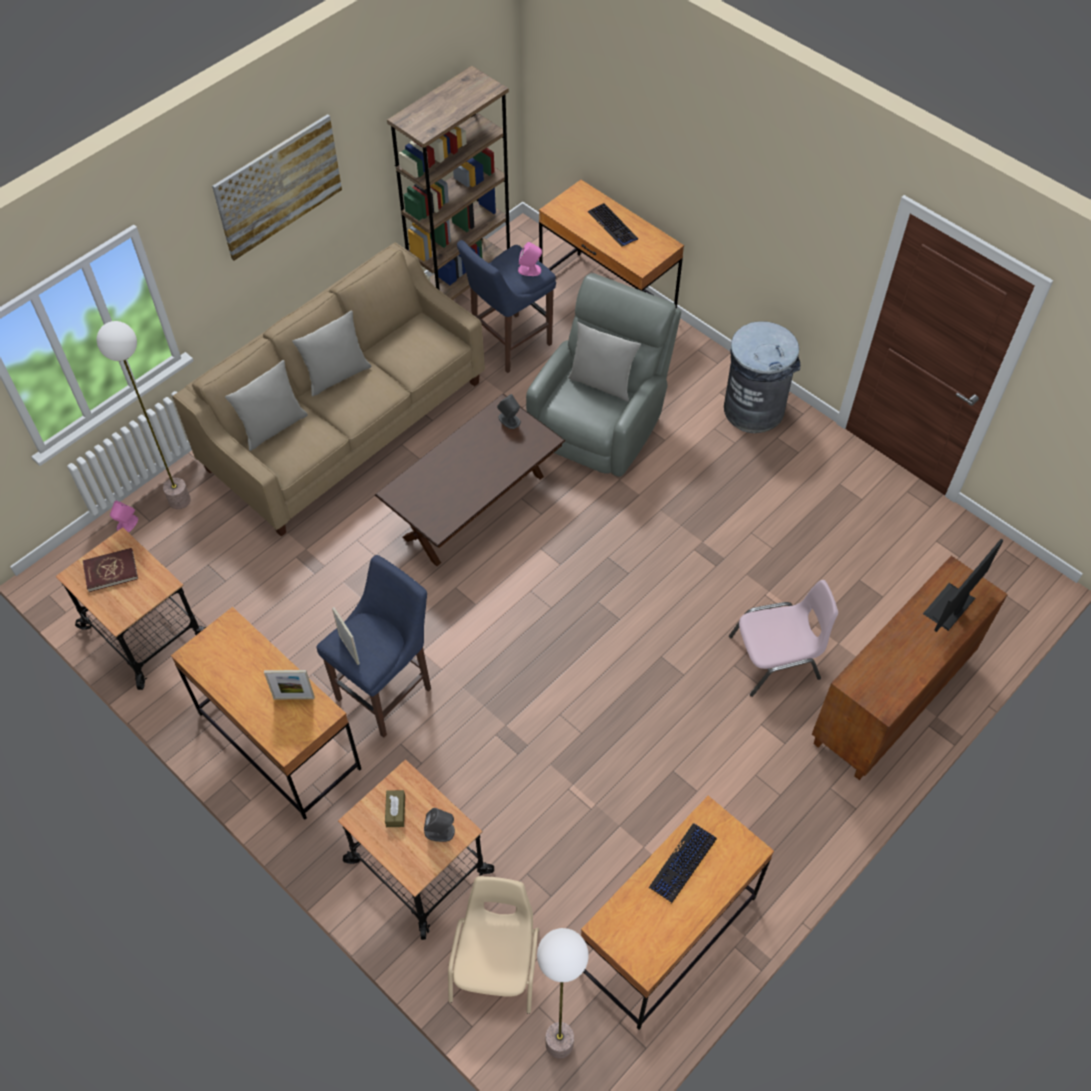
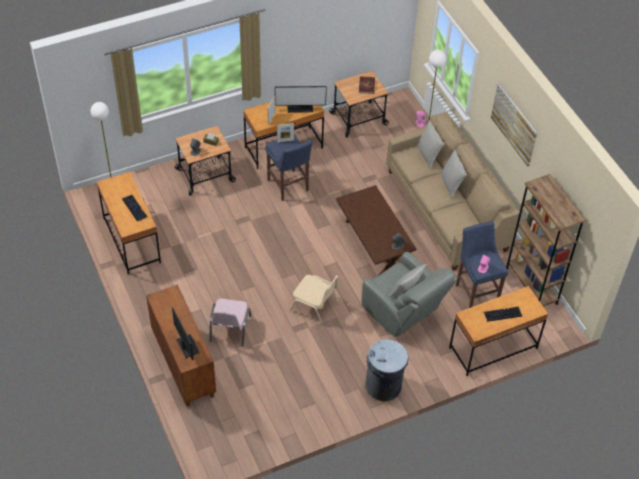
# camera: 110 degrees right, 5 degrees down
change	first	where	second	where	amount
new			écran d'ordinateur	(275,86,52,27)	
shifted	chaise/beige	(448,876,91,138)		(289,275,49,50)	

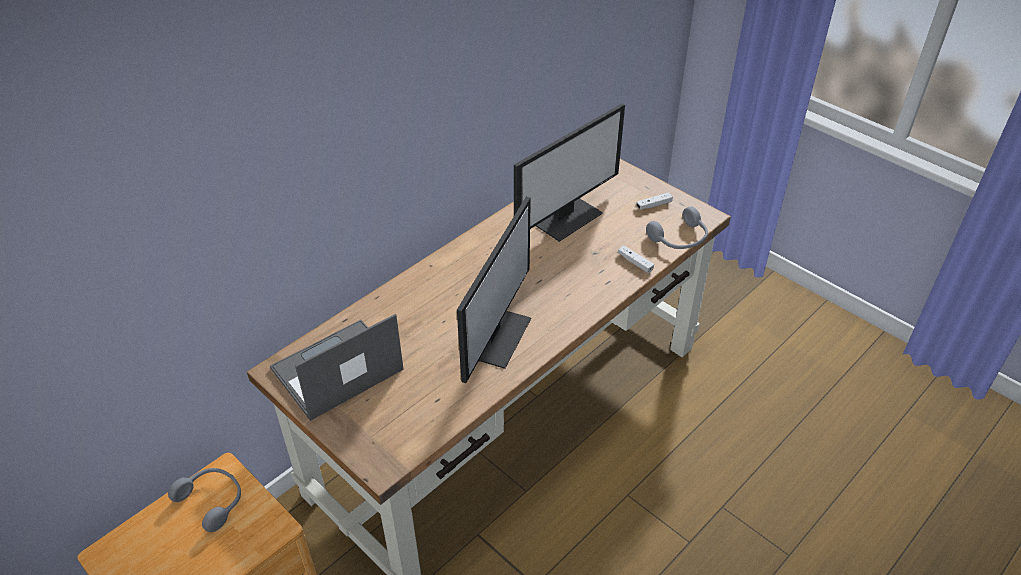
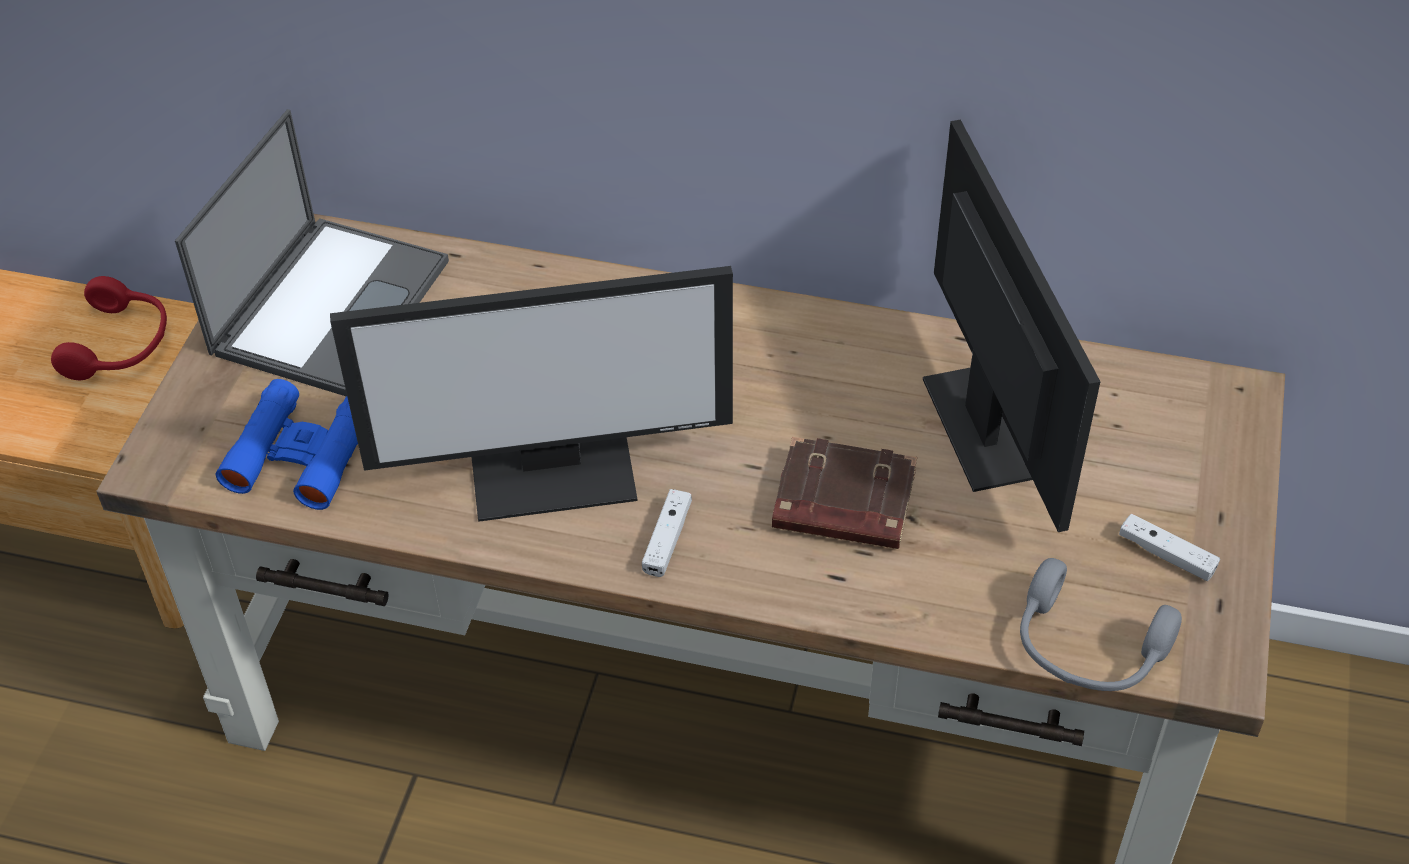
# camera: 60 degrees right, 5 degrees up
change	first	where	second	where	amount
repainted	casque audio/gris	(168,468,73,64)	casque audio/rouge	(51,276,116,104)	
rotated	ordinateur portable	(270,314,134,107)		(175,109,274,287)	90 degrees clockwise
new			jumelles/bleu	(216,379,142,131)	
shifted	manette/blanc	(618,246,36,27)		(642,489,50,88)	
new			livre/marron	(772,437,145,112)	
rotated	écran d'ordinateur	(514,104,111,138)		(923,119,178,413)	120 degrees counterclockwise

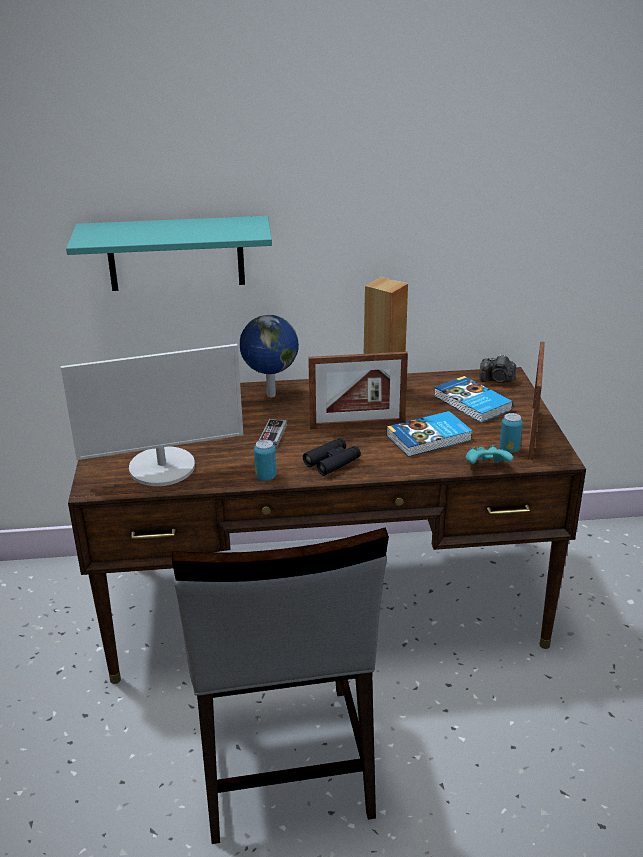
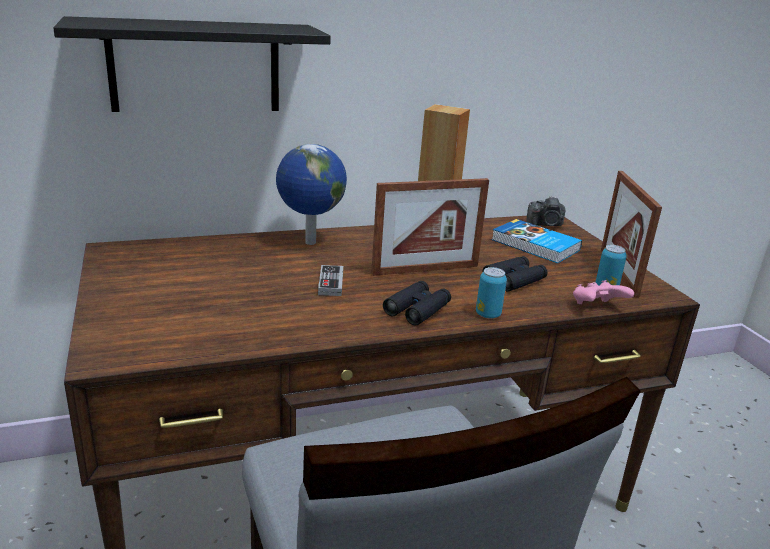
# camera: 15 degrees left, 5 degrees down
change	first	where	second	where	amount
repainted	étagère/turquoise	(66,216,206,75)	étagère/noir	(53,16,278,96)	
shifted	boîte métallique	(254,439,22,42)		(476,267,31,52)	
swapped	livre	(386,411,86,46)	jumelles/noir	(482,256,65,35)	
repainted	manette/turquoise	(466,446,47,18)	manette/rose	(573,280,61,24)	
gone	écran d'ordinateur	(61,344,182,142)			

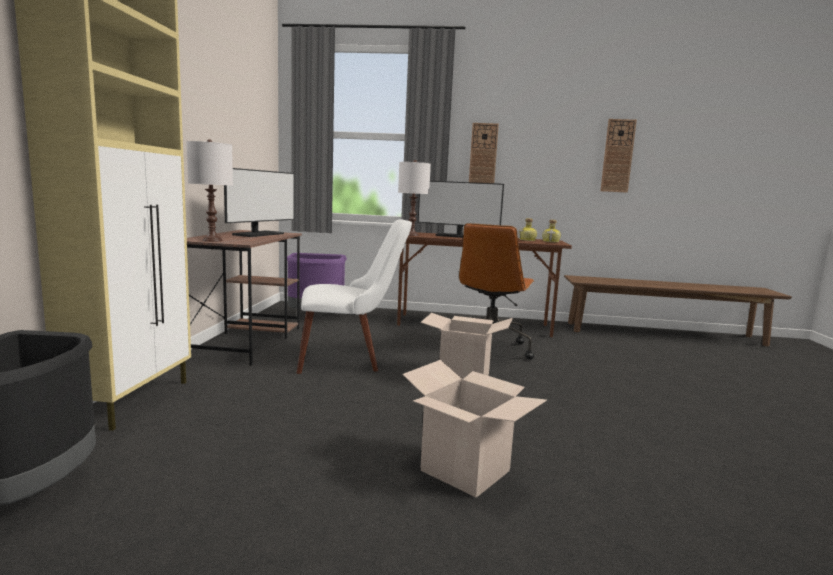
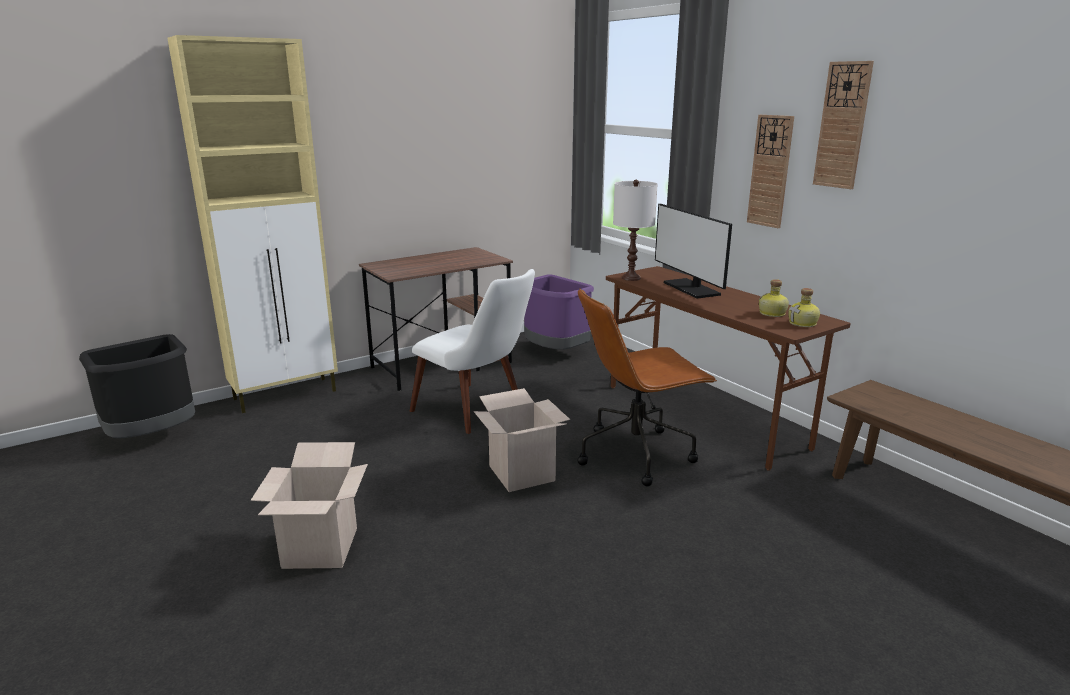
# camera: 50 degrees right, 10 degrees up
change	first	where	second	where	amount
shifted	horloge murale	(600,119,37,74)		(813,61,61,128)	
gone	lampe de table/blanc	(186,139,47,103)			
gone	écran d'ordinateur	(224,168,70,69)			

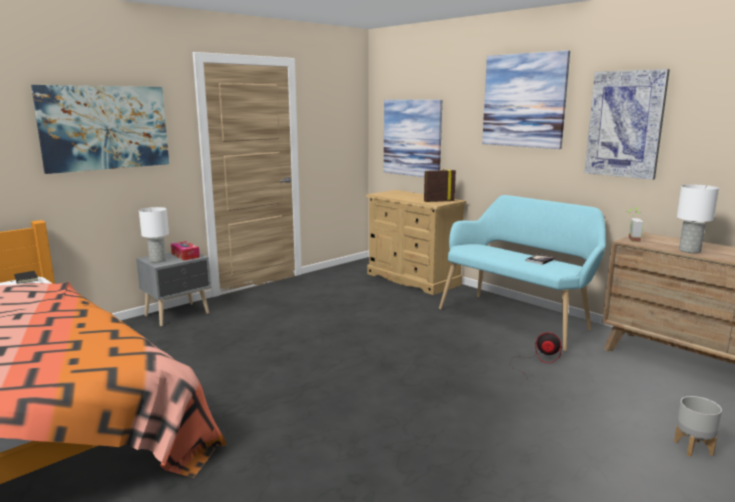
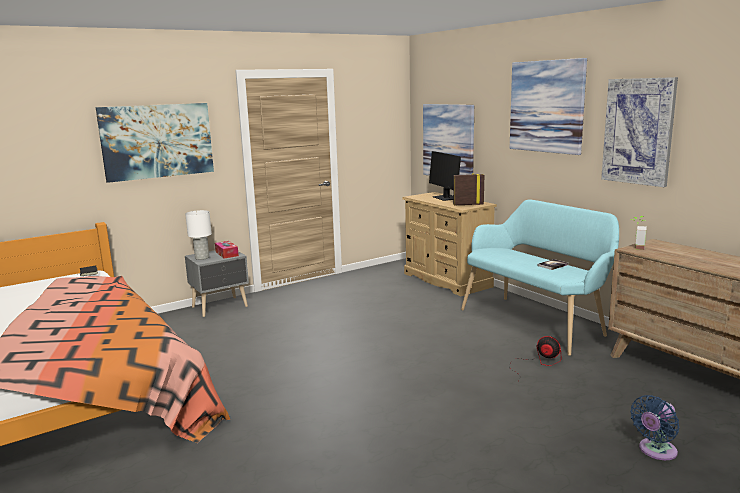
# camera: 10 degrees right, 0 degrees up
change	first	where	second	where	amount
new			écran d'ordinateur	(429,151,32,50)	
swapped	cache-pot/gris	(674,396,48,60)	ventilateur/bleu	(630,395,49,65)	
gone	lampe de table/blanc	(677,184,42,69)			

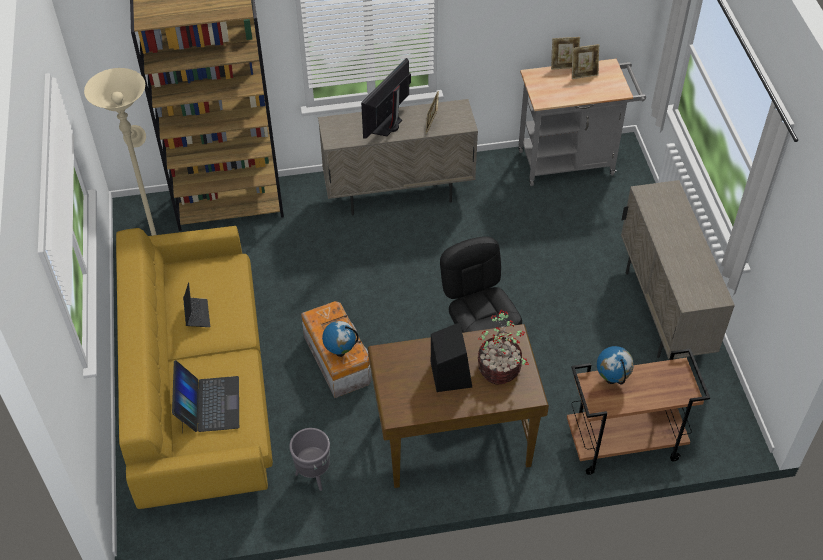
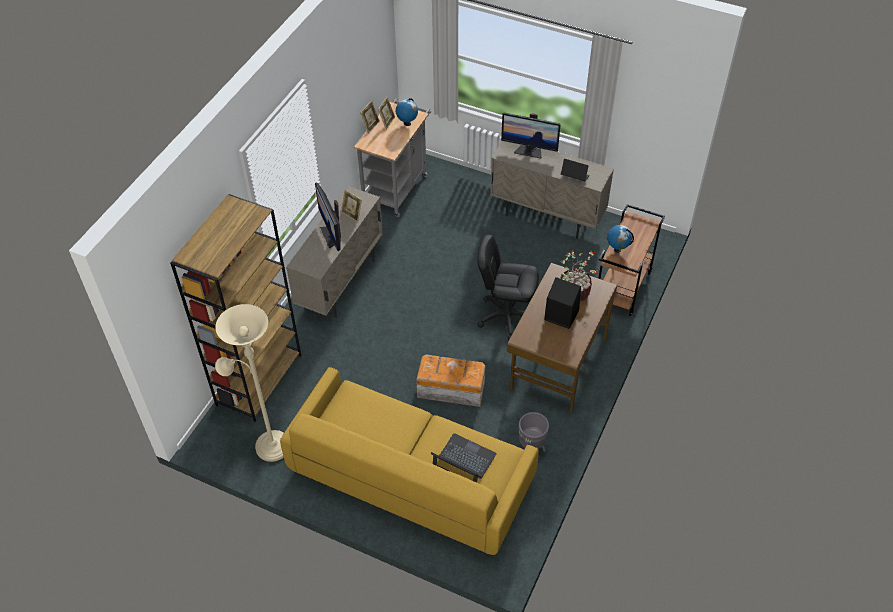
# camera: 55 degrees left, 0 degrees up
change	first	where	second	where	amount
shifted	globe	(322,321,37,36)		(396,98,22,28)	
new			écran d'ordinateur	(501,113,60,46)	
shifted	ordinateur portable	(183,282,27,45)		(561,159,29,22)	

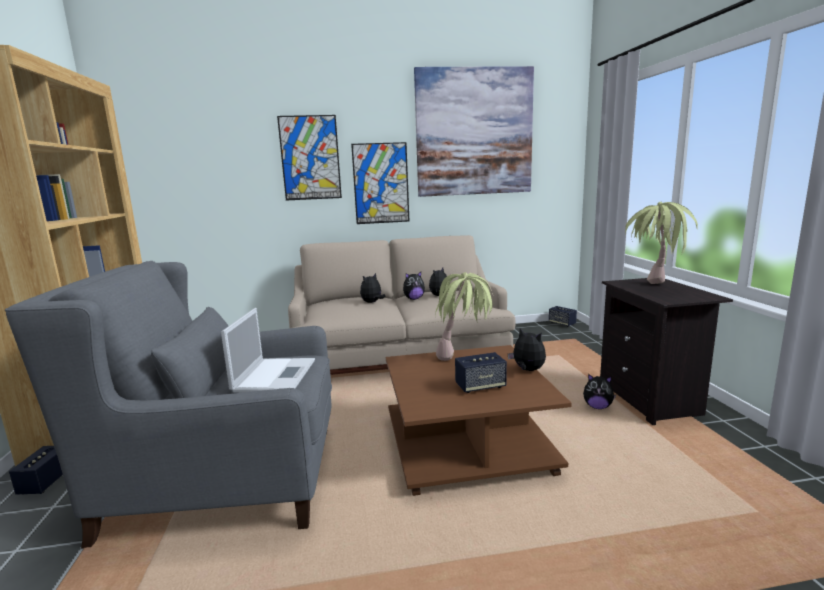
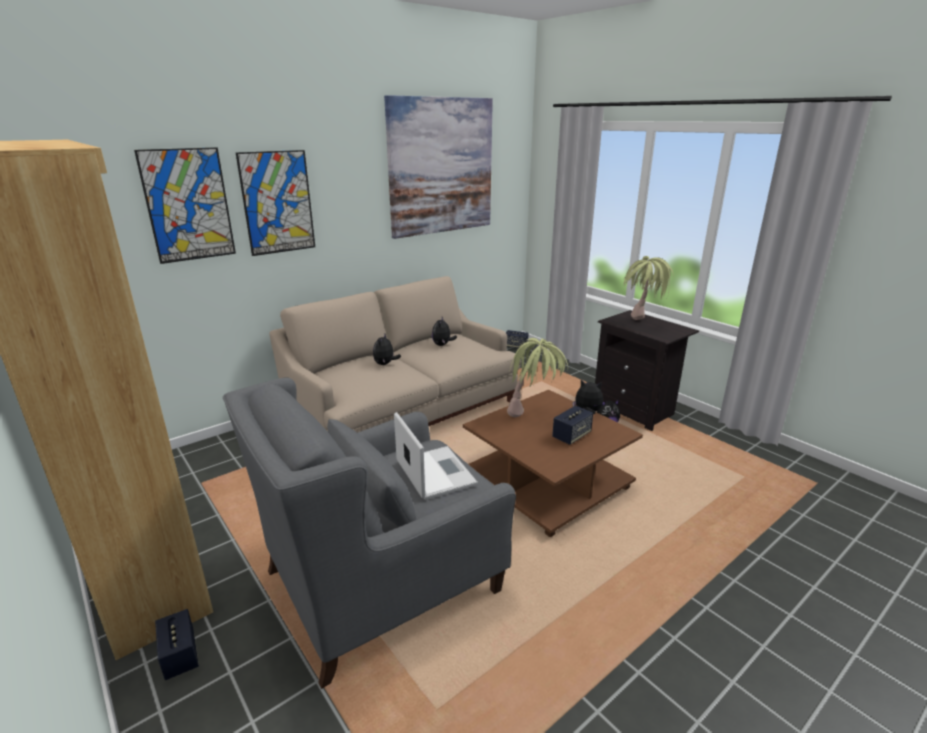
# camera: 30 degrees left, 10 degrees up
change	first	where	second	where	amount
shifted	tableau	(351,142,58,82)		(134,147,102,117)	
gone	peluche	(403,272,22,28)			

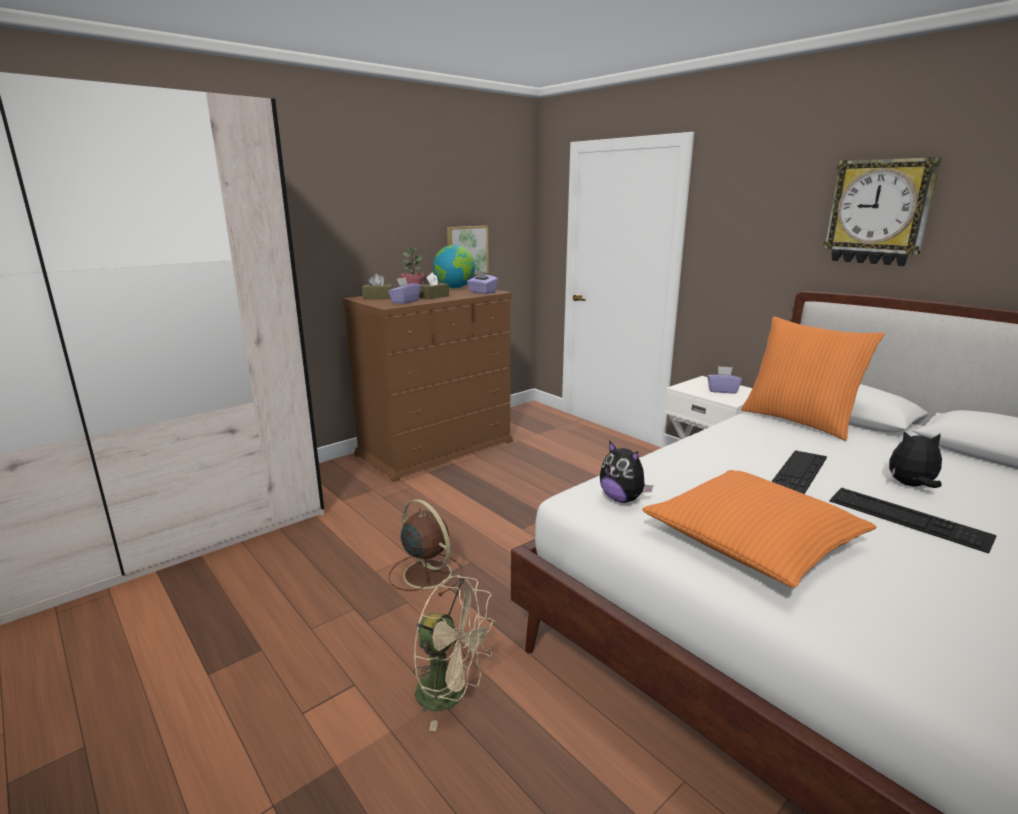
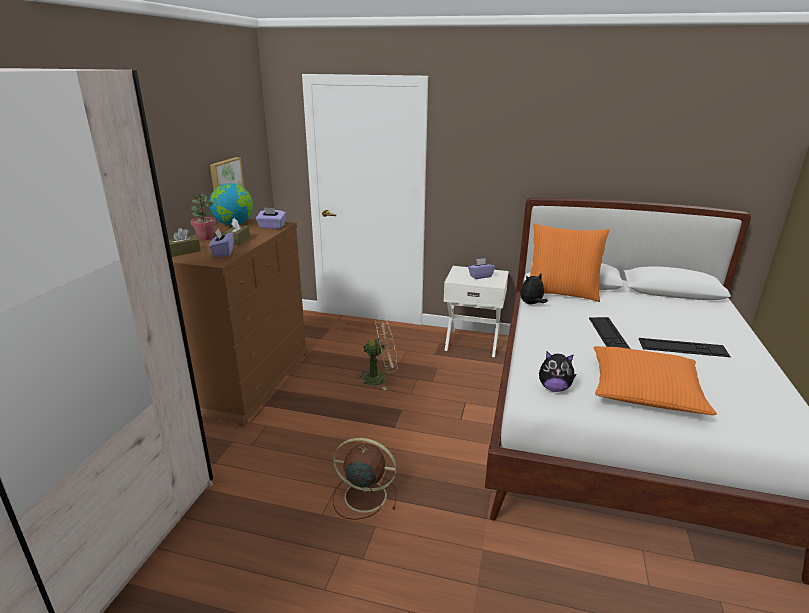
# camera: 35 degrees left, 5 degrees up
change	first	where	second	where	amount
shifted	ventilateur/beige	(413,575,83,156)		(354,318,43,72)	
shifted	peluche	(889,431,53,57)		(520,274,28,31)	
gone	horloge murale	(824,157,117,109)			

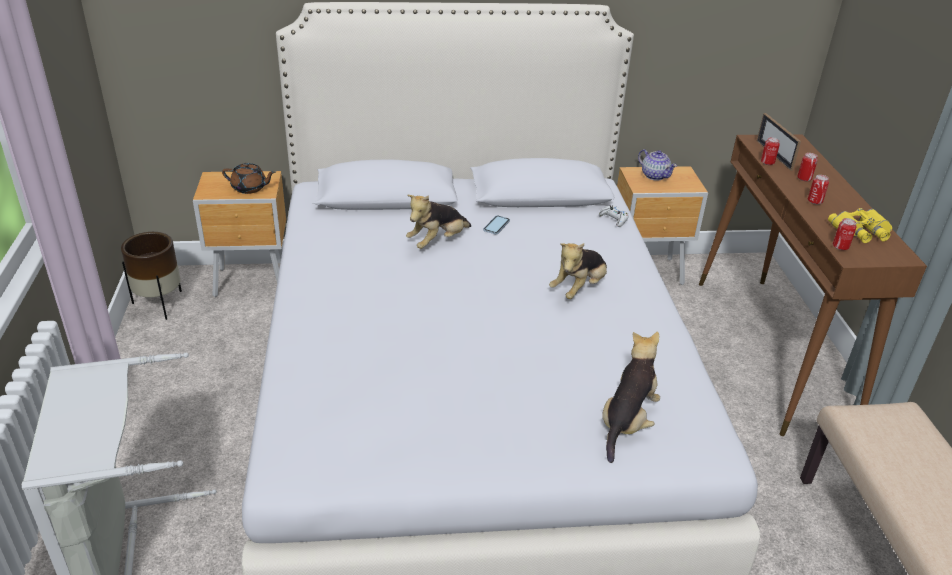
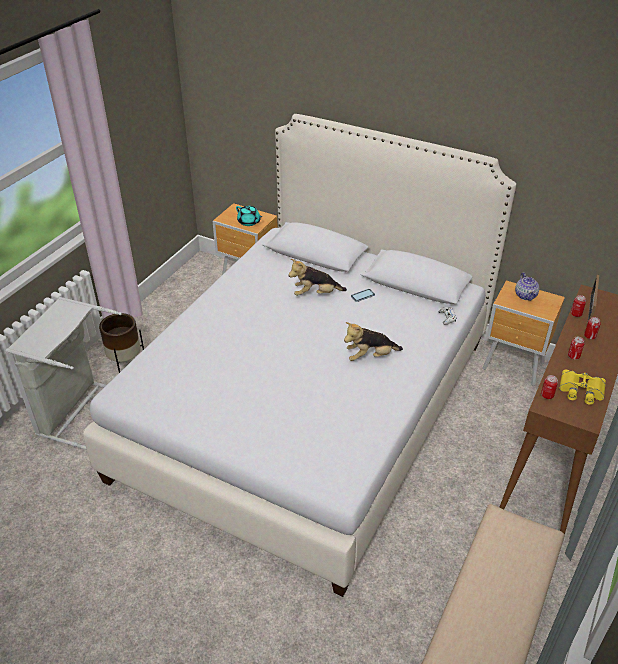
# camera: 35 degrees right, 5 degrees up
change	first	where	second	where	amount
shifted	cache-pot/marron	(121,232,61,88)		(99,313,45,60)	
repainted	théière/marron	(222,163,53,31)	théière/turquoise	(236,206,26,20)	
gone	peluche	(602,332,58,131)			

